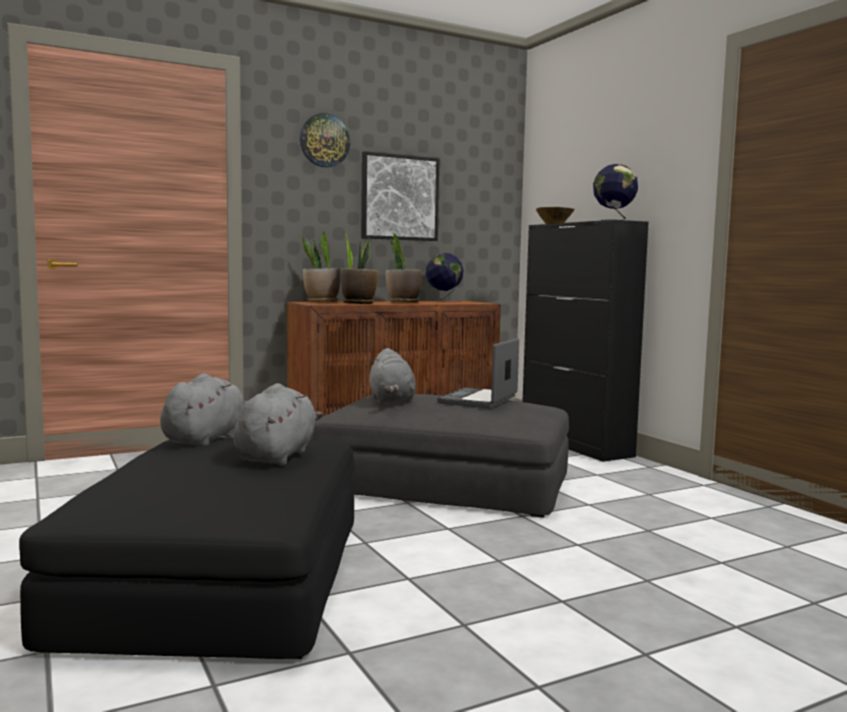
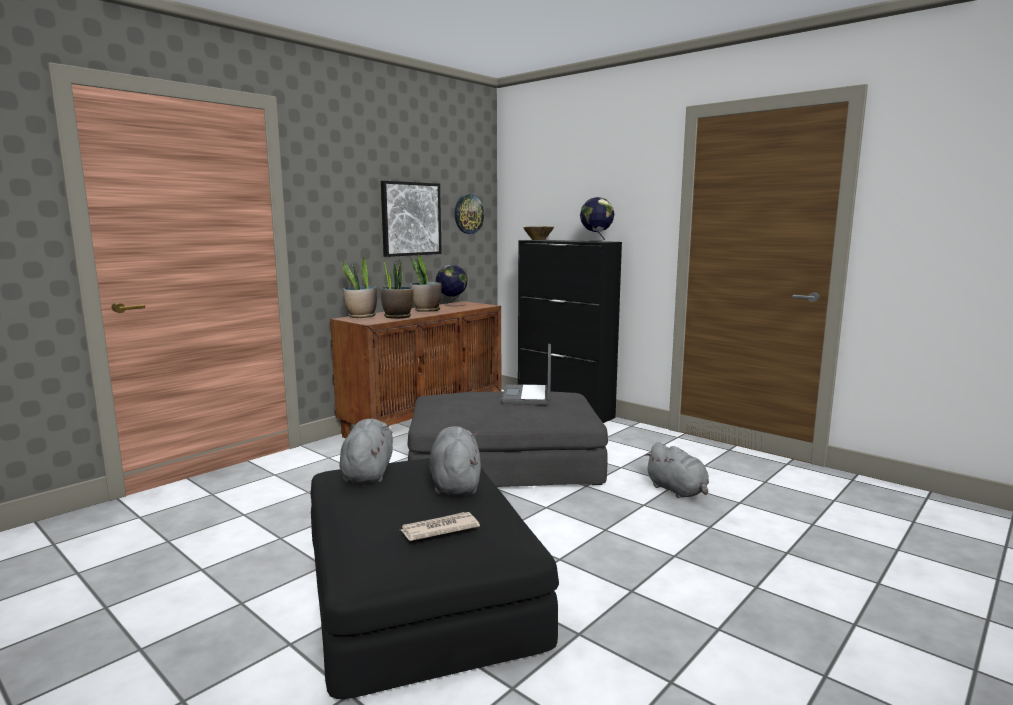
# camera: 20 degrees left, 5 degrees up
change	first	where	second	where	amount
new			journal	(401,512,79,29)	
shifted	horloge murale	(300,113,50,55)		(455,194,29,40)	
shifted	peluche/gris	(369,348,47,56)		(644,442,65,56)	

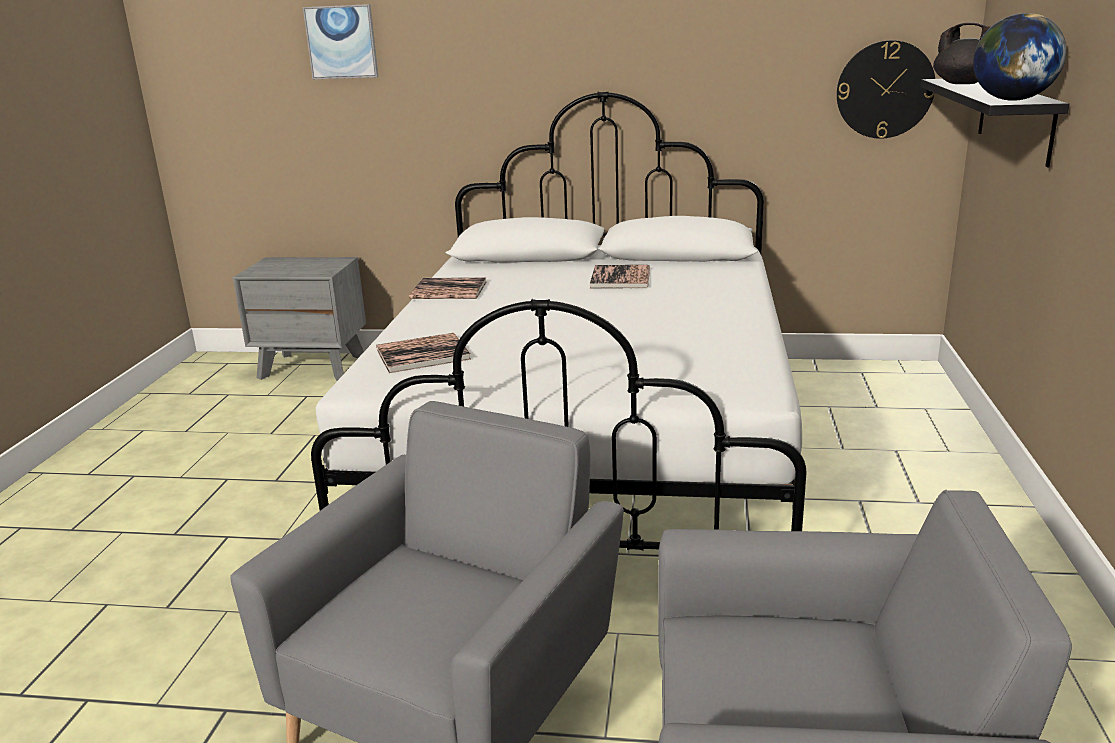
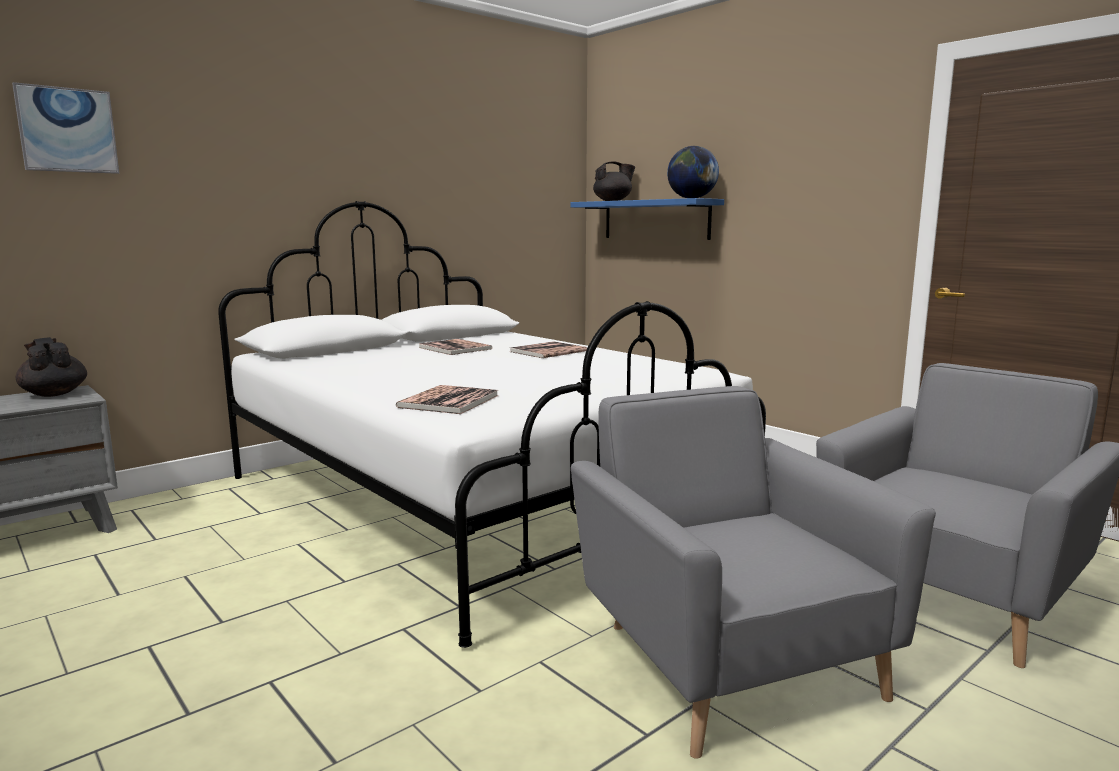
# camera: 50 degrees left, 10 degrees down
change	first	where	second	where	amount
new			théière/noir	(16,337,71,60)	
shifted	livre	(409,277,77,22)		(511,341,76,17)	
repainted	étagère/noir	(921,79,148,88)	étagère/bleu	(570,198,154,42)	
gone	horloge murale	(837,40,98,99)			

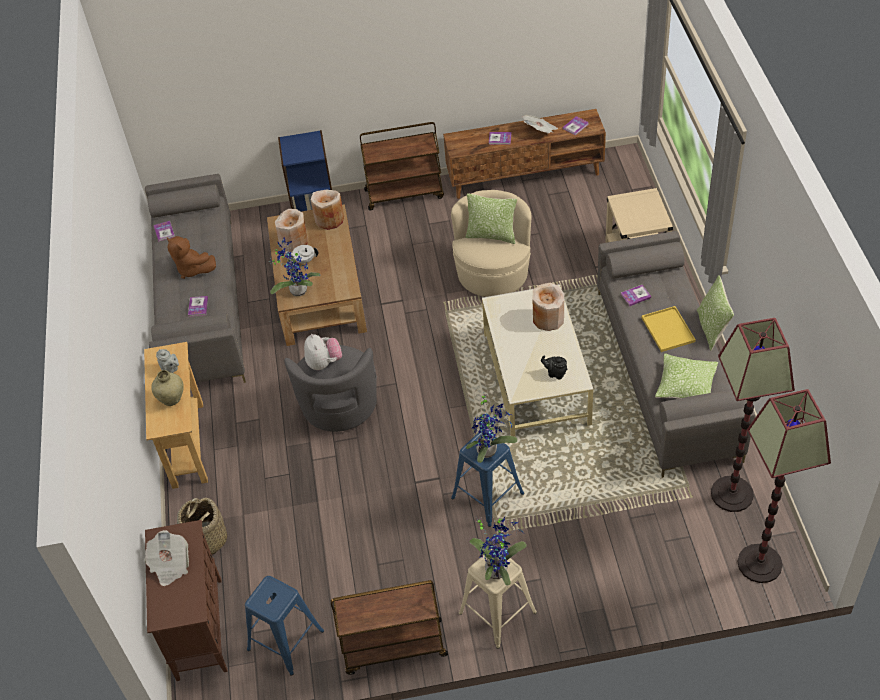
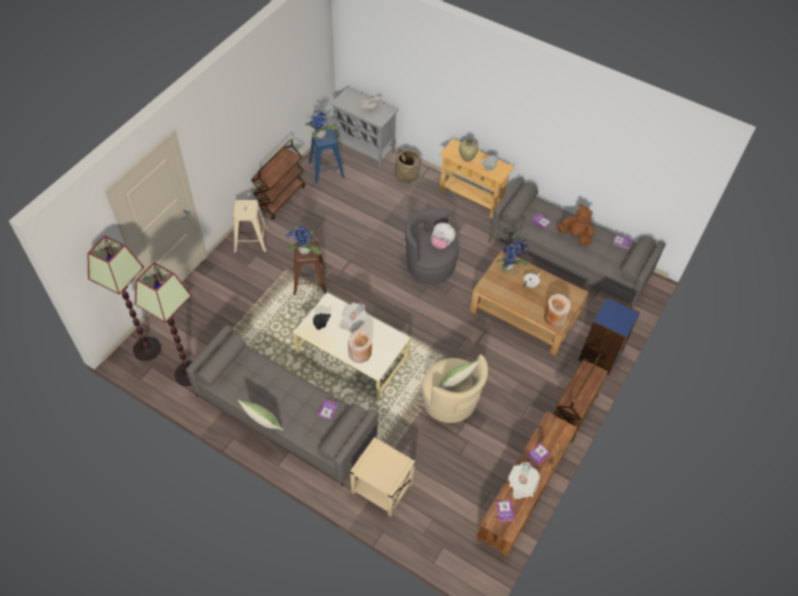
# camera: 125 degrees right, 5 degrees up
change	first	where	second	where	amount
repainted	tabouret/bleu	(451,432,73,95)	tabouret/marron	(293,241,34,54)	
shifted	plante en pot	(469,517,58,69)		(305,109,34,30)	
repainted	meuble de rangement/marron	(145,520,82,161)	meuble de rangement/gris	(331,87,67,81)	
new			journal	(339,303,28,30)	
rotated	peluche/marron	(167,236,49,43)		(557,204,38,42)	45 degrees clockwise
gone	vase/beige	(275,209,33,43)			
gone	plateau/jaune	(642,306,54,46)			
gone	coussin	(655,353,63,46)			

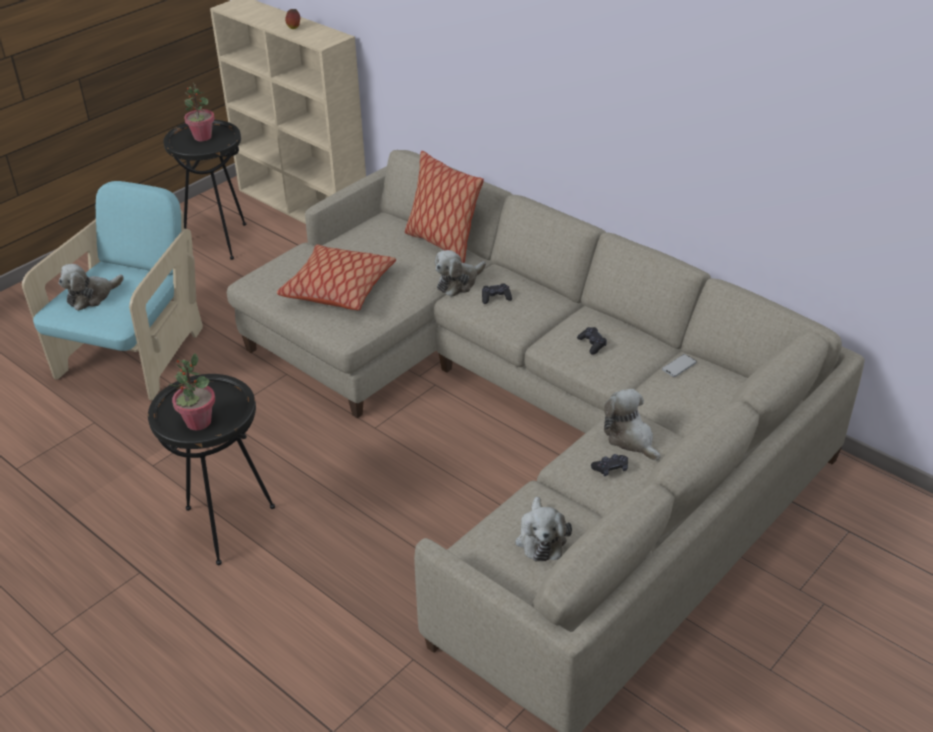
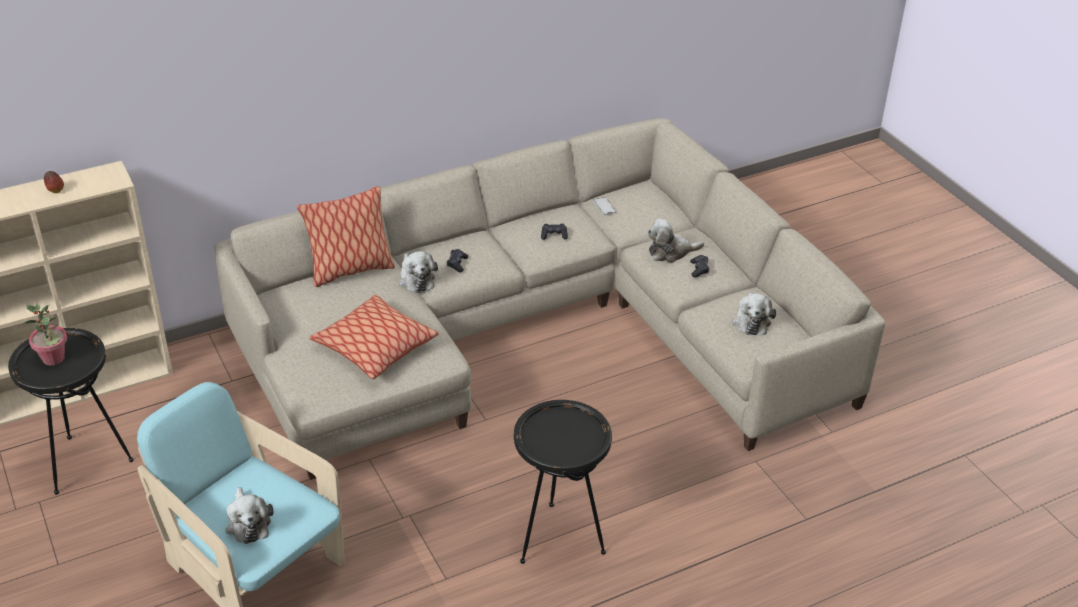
# camera: 70 degrees left, 0 degrees up
change	first	where	second	where	amount
rotated	peluche	(515,496,57,66)		(732,292,44,43)	75 degrees clockwise
gone	plante en pot	(169,353,46,77)			

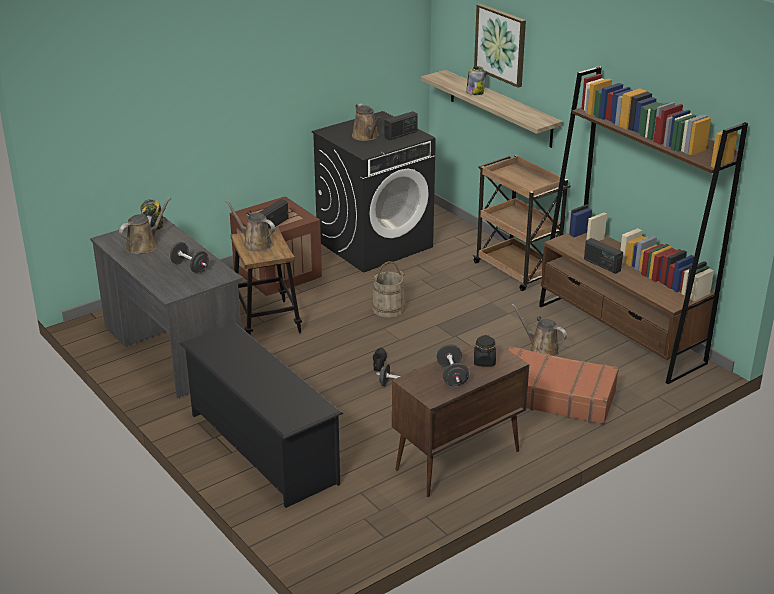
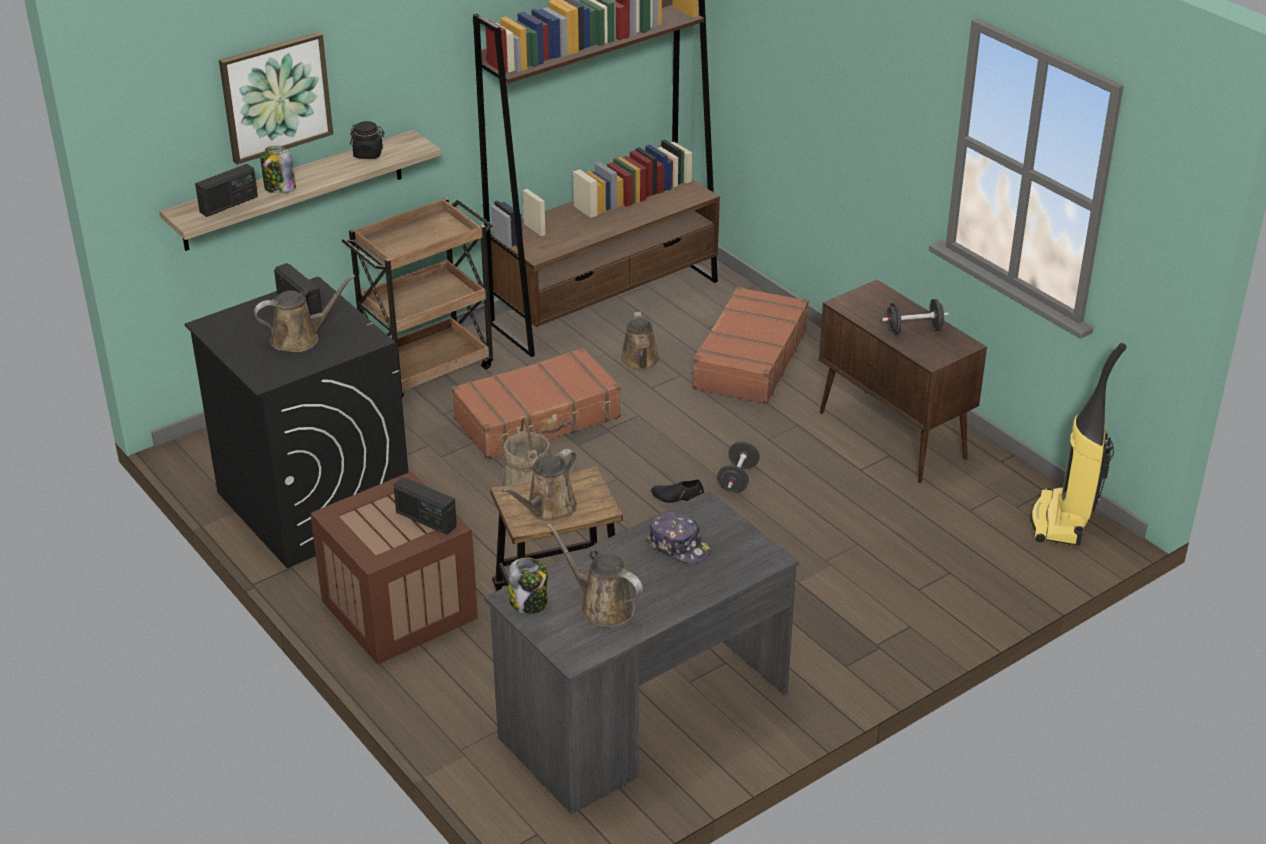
# camera: 90 degrees left, 5 degrees up
change	first	where	second	where	amount
shifted	radio	(584,238,39,36)		(195,164,63,53)	
shifted	bocal/noir	(474,335,22,32)		(350,121,34,38)	
new			valise/marron	(452,347,169,113)	
rotated	arrosoir/marron	(512,304,55,52)		(620,312,40,58)	45 degrees counterclockwise
swapped	haltère/noir	(170,242,39,31)	casquette	(647,512,64,51)	
new			aspirateur	(1031,343,95,202)	
gone	étagère à chaussures/noir	(180,323,163,185)			

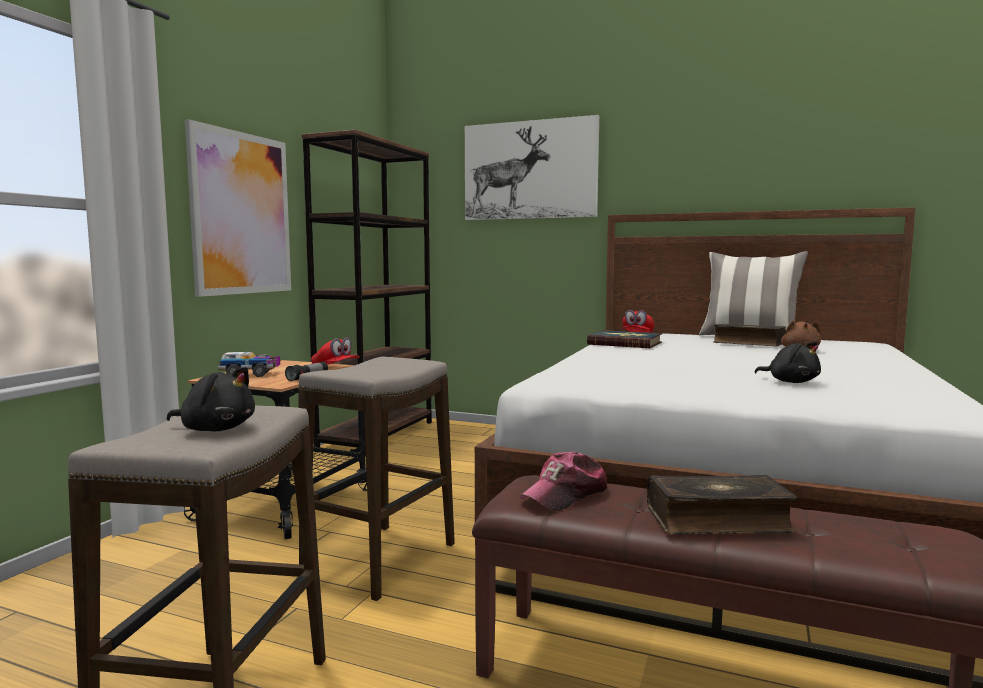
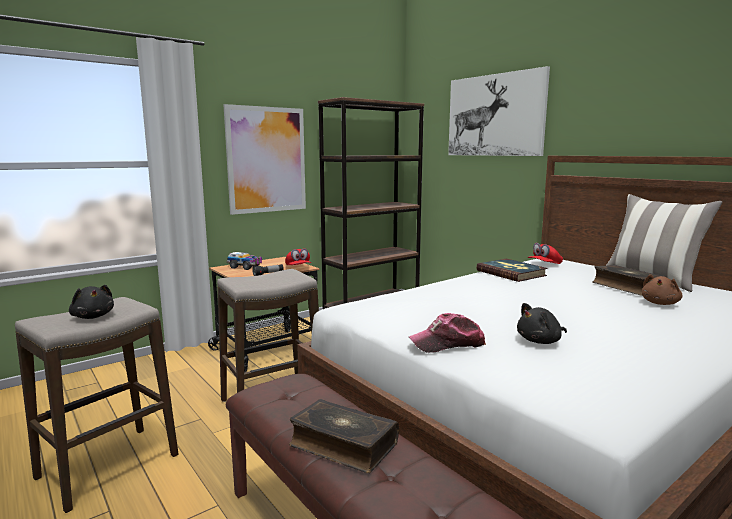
# camera: 30 degrees right, 5 degrees up
change	first	where	second	where	amount
shifted	casquette	(519,452,89,59)		(409,313,77,40)	
rotated	peluche/noir	(754,342,67,41)		(517,303,50,41)	75 degrees clockwise

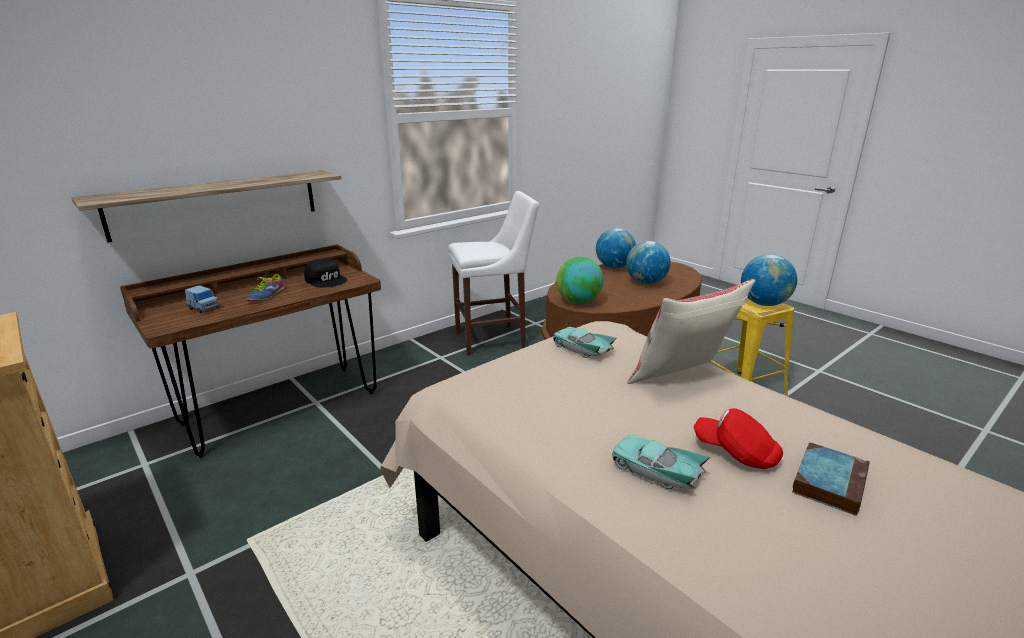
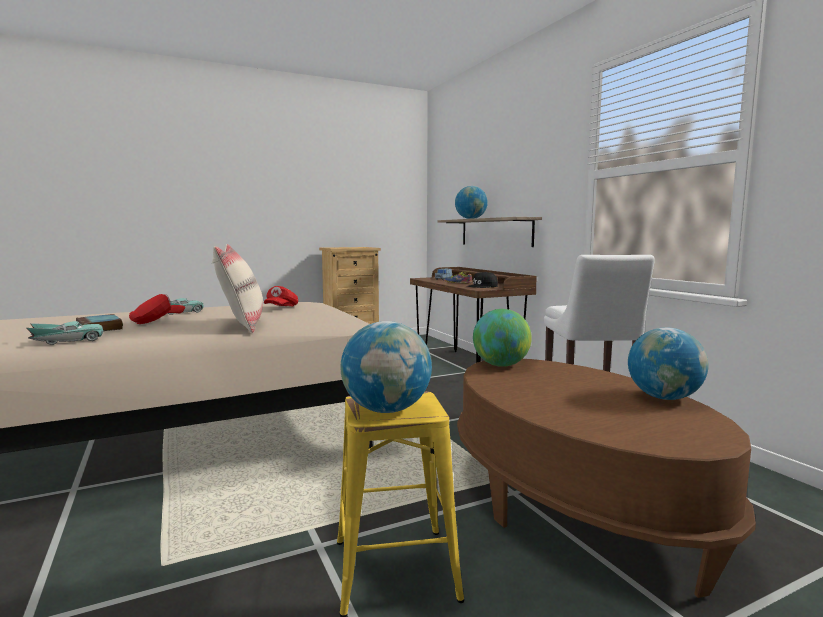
# camera: 105 degrees right, 15 degrees down
change	first	where	second	where	amount
shifted	petite voiture/turquoise	(553,327,63,31)		(27,321,76,24)	
new			casquette/rouge	(264,286,34,20)	
shifted	globe	(626,241,45,43)		(455,186,33,33)	

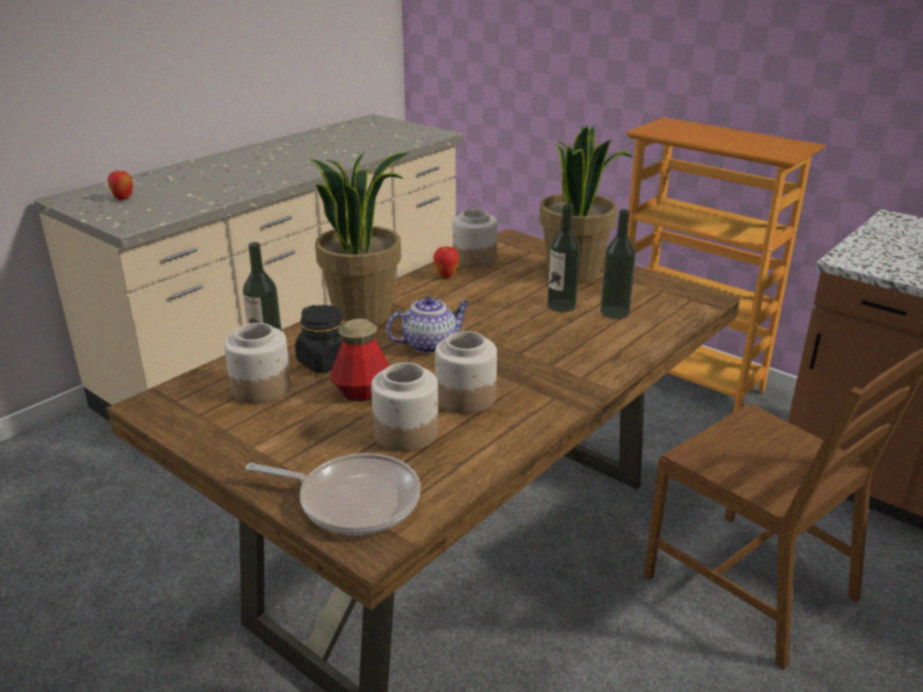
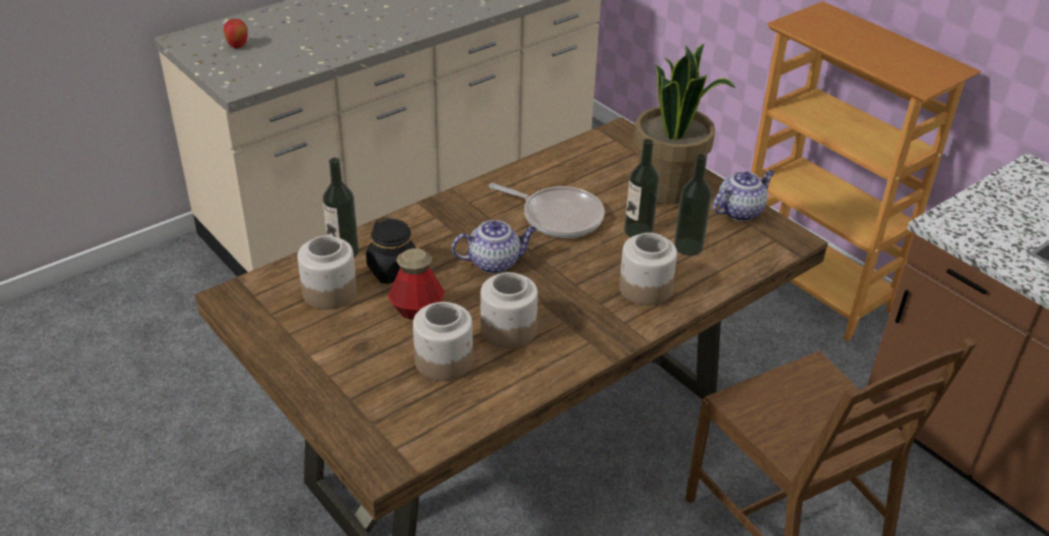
# camera: 10 degrees right, 10 degrees up
change	first	where	second	where	amount
shifted	poêle	(245,453,176,82)		(489,183,116,55)	
shifted	bocal	(453,209,44,59)		(619,233,58,73)	
new			théière	(713,170,62,51)	
gone	plante en pot	(310,152,99,173)			
gone	pomme	(433,246,26,32)			

